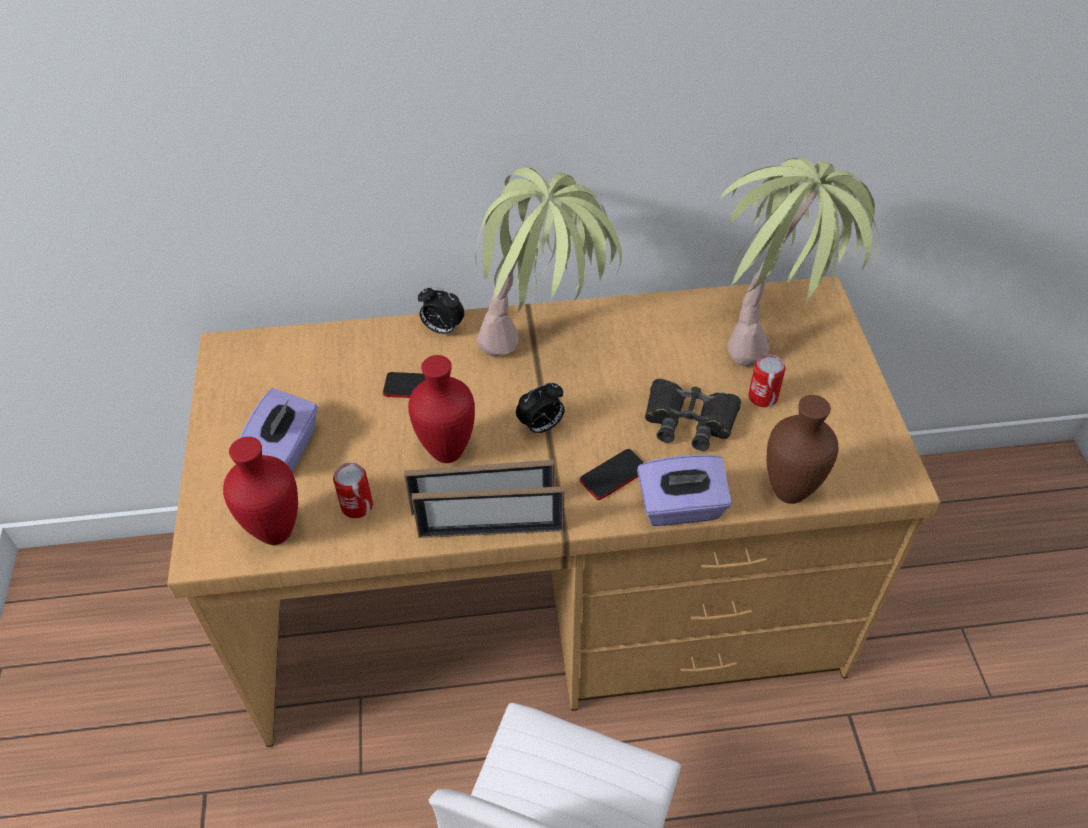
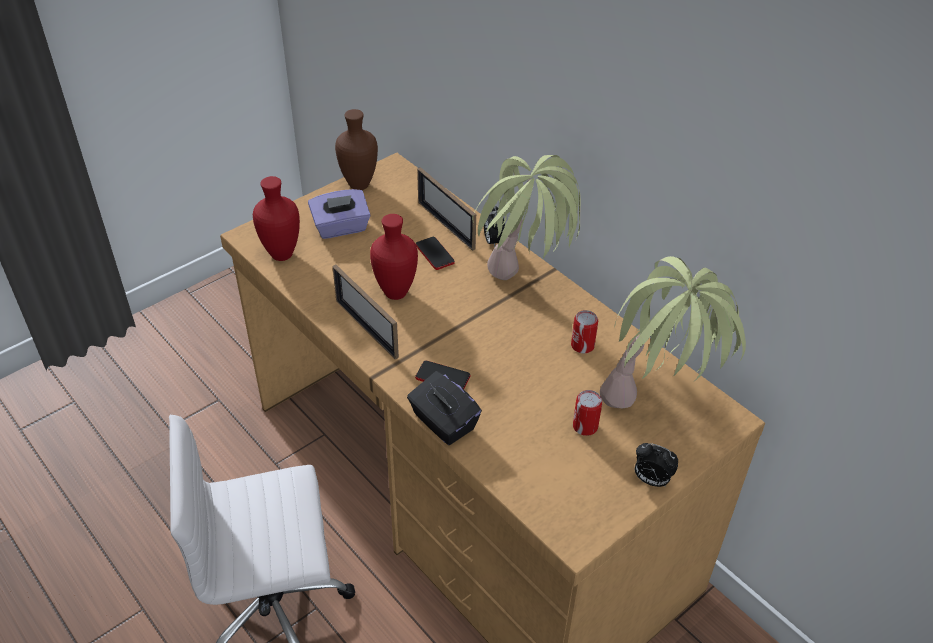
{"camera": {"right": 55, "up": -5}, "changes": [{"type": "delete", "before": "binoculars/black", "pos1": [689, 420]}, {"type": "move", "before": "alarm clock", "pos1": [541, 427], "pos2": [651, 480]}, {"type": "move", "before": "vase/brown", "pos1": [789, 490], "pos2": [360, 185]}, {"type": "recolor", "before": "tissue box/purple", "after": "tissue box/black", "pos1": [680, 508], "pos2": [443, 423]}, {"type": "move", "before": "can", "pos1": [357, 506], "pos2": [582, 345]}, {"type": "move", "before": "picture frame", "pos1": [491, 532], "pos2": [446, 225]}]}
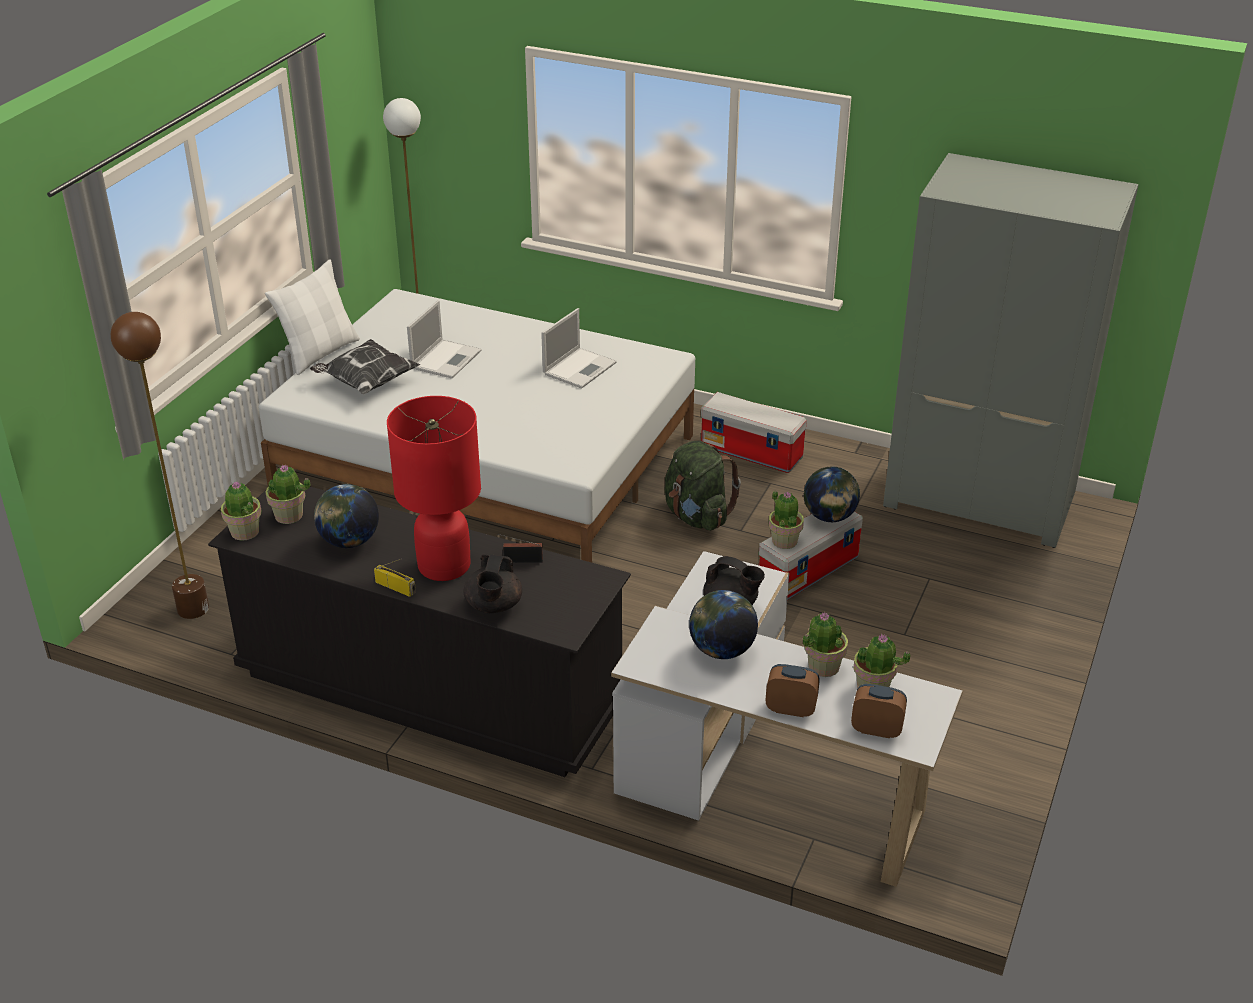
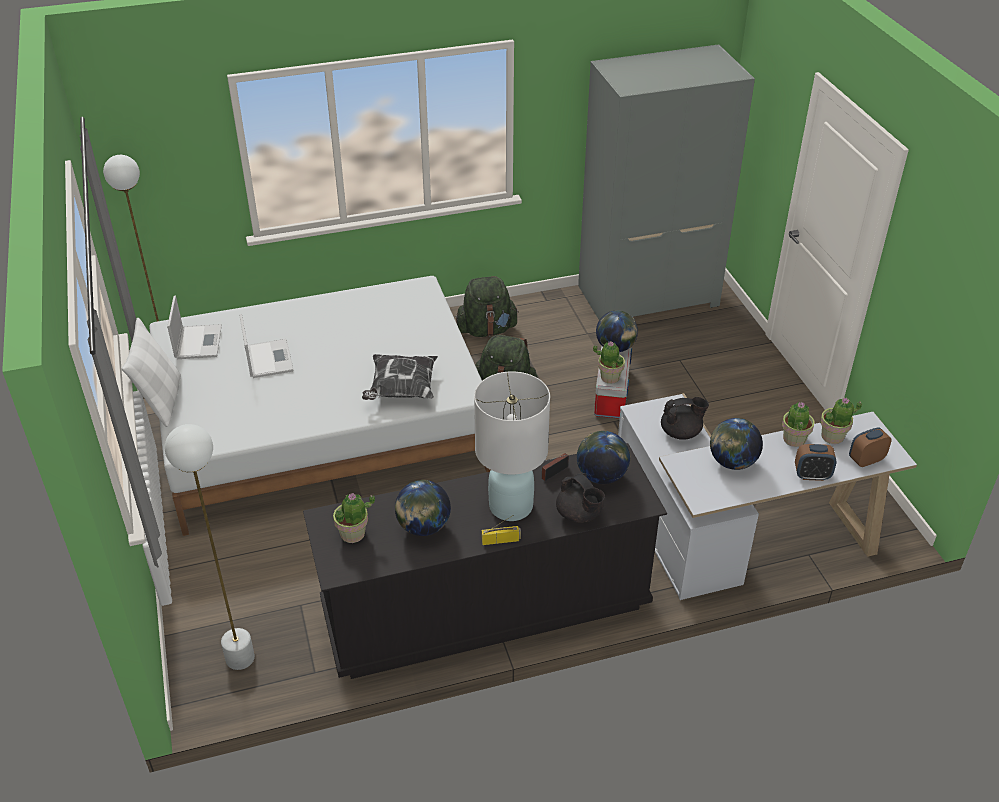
{"camera": {"right": -40, "up": 5}, "changes": [{"type": "move", "before": "laptop", "pos1": [580, 368], "pos2": [198, 341]}, {"type": "recolor", "before": "floor lamp/brown", "after": "floor lamp/white", "pos1": [193, 609], "pos2": [240, 658]}, {"type": "move", "before": "pillow", "pos1": [366, 382], "pos2": [401, 390]}, {"type": "replace", "before": "storage box", "after": "backpack/green", "pos1": [753, 452], "pos2": [487, 330]}, {"type": "recolor", "before": "table lamp/red", "after": "table lamp/white", "pos1": [443, 566], "pos2": [510, 506]}, {"type": "delete", "before": "potted plant", "pos1": [245, 532]}, {"type": "rotate", "before": "alarm clock", "pos1": [791, 708], "pos2": [812, 475], "turn": -150}, {"type": "insert", "after": "globe", "pos2": [601, 476]}]}
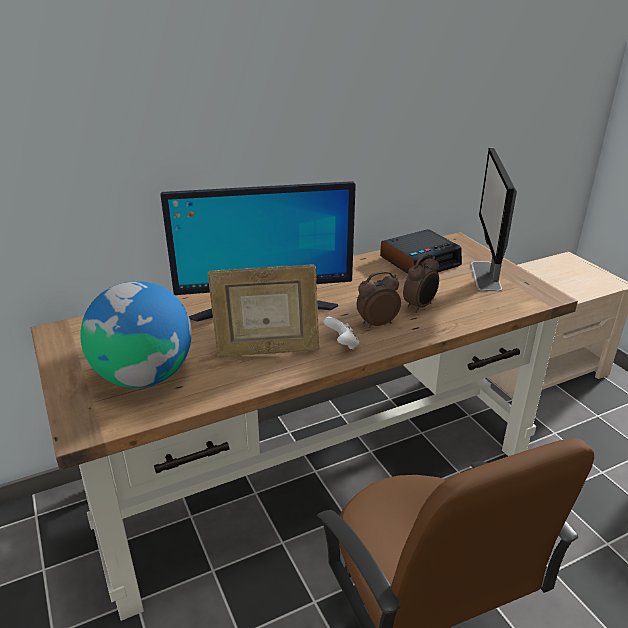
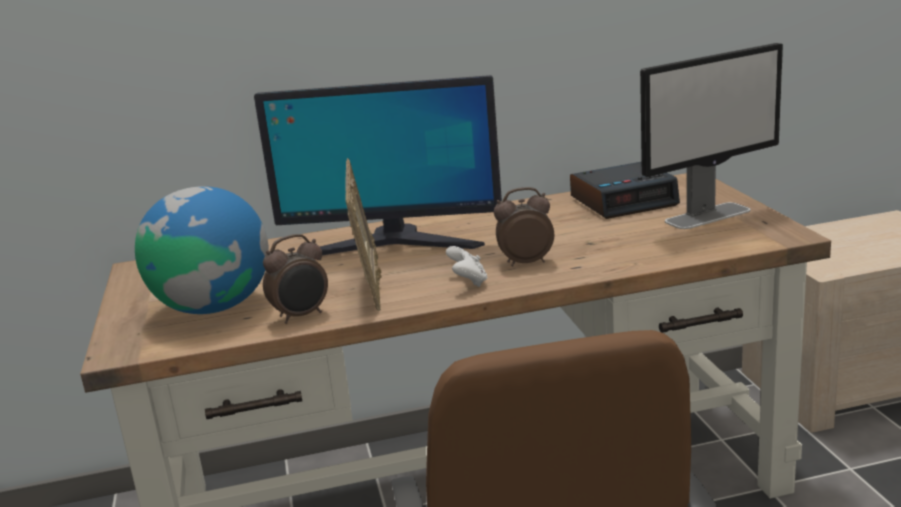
{"camera": {"right": 15, "up": -10}, "changes": [{"type": "rotate", "before": "monitor", "pos1": [486, 276], "pos2": [708, 215], "turn": -135}, {"type": "move", "before": "alarm clock", "pos1": [420, 306], "pos2": [301, 316]}, {"type": "rotate", "before": "picture frame", "pos1": [267, 351], "pos2": [370, 287], "turn": -105}]}
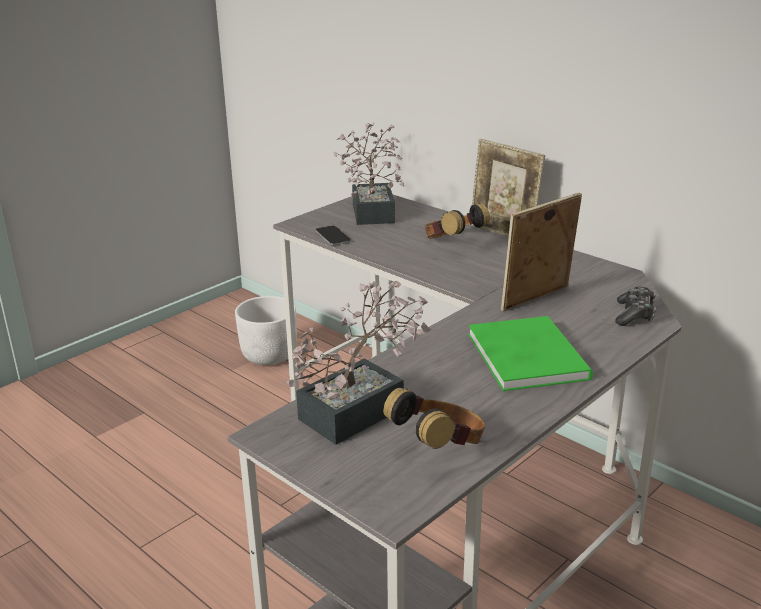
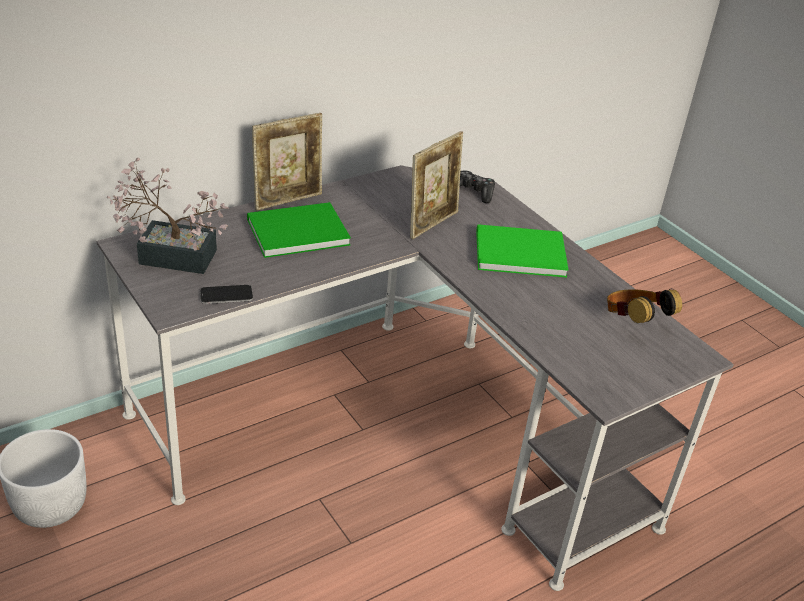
{"camera": {"right": -80, "up": 10}, "changes": [{"type": "rotate", "before": "picture frame", "pos1": [536, 300], "pos2": [432, 223], "turn": -120}, {"type": "replace", "before": "headphones", "after": "book/green", "pos1": [452, 244], "pos2": [294, 231]}, {"type": "delete", "before": "potted plant", "pos1": [361, 409]}]}
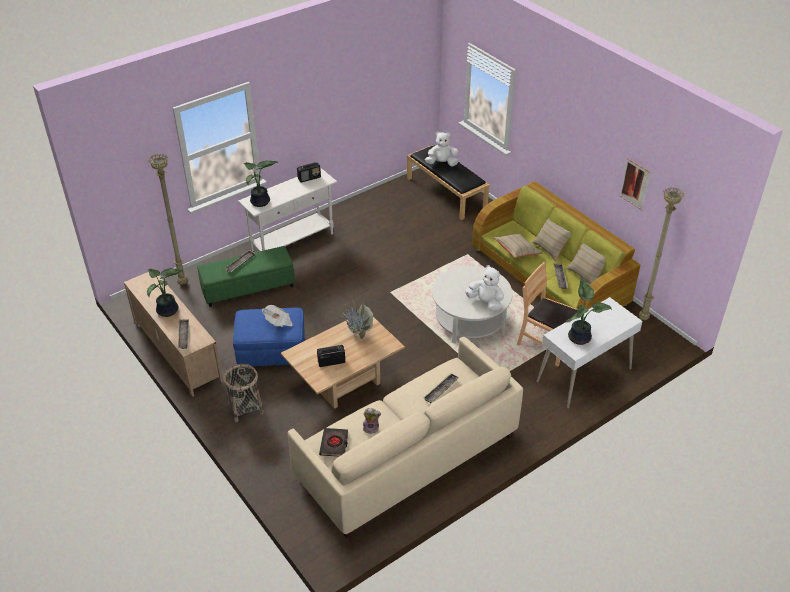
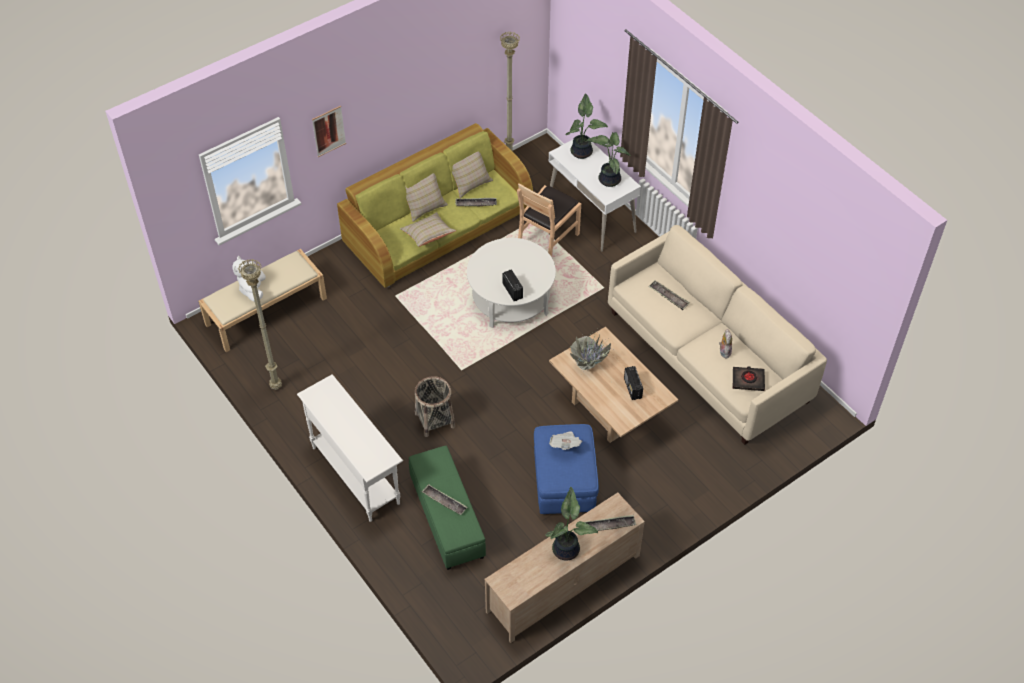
{"camera": {"right": -90, "up": 10}, "changes": [{"type": "recolor", "before": "bench/black", "after": "bench/beige", "pos1": [447, 193], "pos2": [266, 310]}, {"type": "move", "before": "floor lamp/beige", "pos1": [183, 282], "pos2": [275, 386]}, {"type": "move", "before": "picture", "pos1": [635, 184], "pos2": [329, 131]}, {"type": "move", "before": "potted plant", "pos1": [261, 202], "pos2": [582, 151]}, {"type": "move", "before": "radio", "pos1": [309, 178], "pos2": [512, 290]}, {"type": "delete", "before": "plush toy/white", "pos1": [485, 302]}, {"type": "move", "before": "basket", "pos1": [245, 407], "pos2": [434, 420]}]}
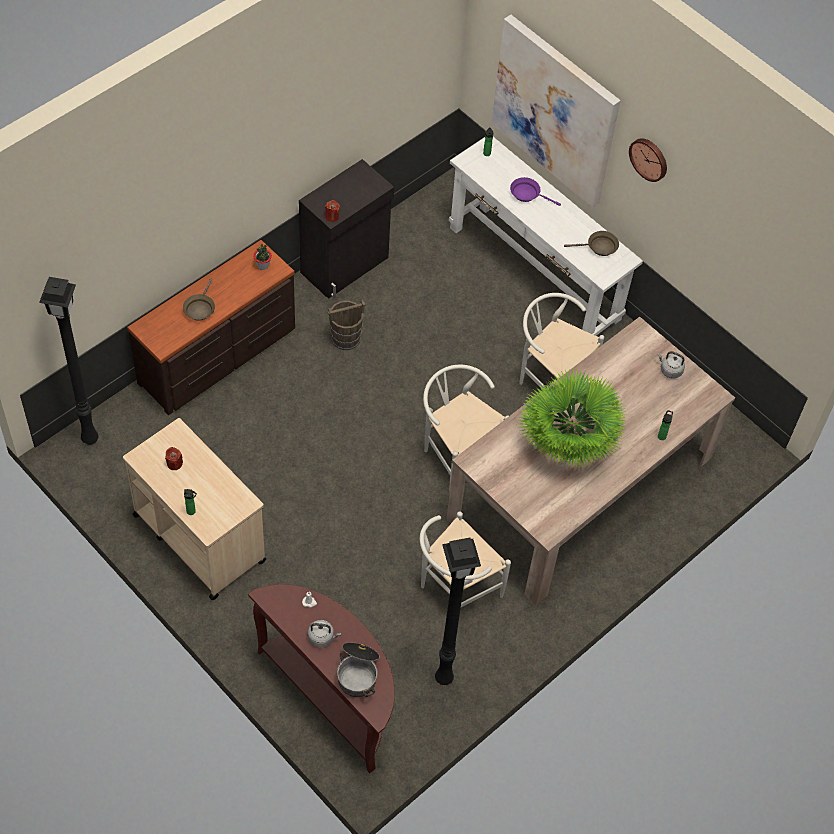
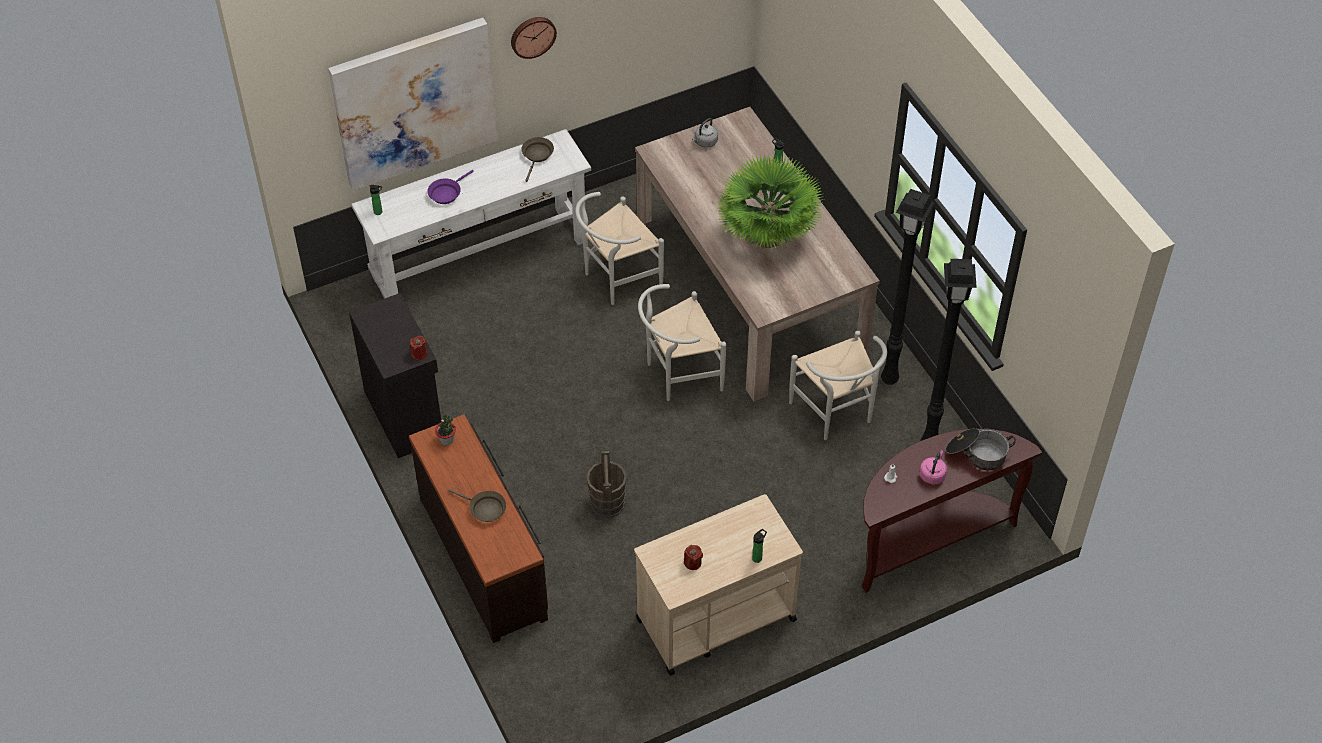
{"camera": {"right": -70, "up": -5}, "changes": [{"type": "move", "before": "floor lamp/black", "pos1": [91, 438], "pos2": [889, 378]}, {"type": "move", "before": "bucket/brown", "pos1": [345, 338], "pos2": [607, 504]}, {"type": "recolor", "before": "kettle/grey", "after": "kettle/pink", "pos1": [322, 637], "pos2": [932, 474]}]}
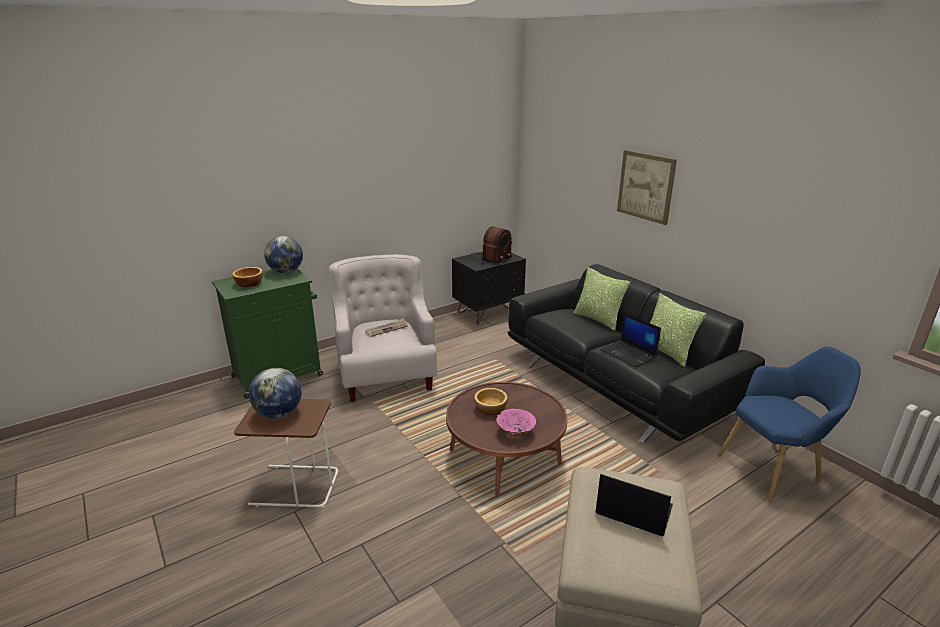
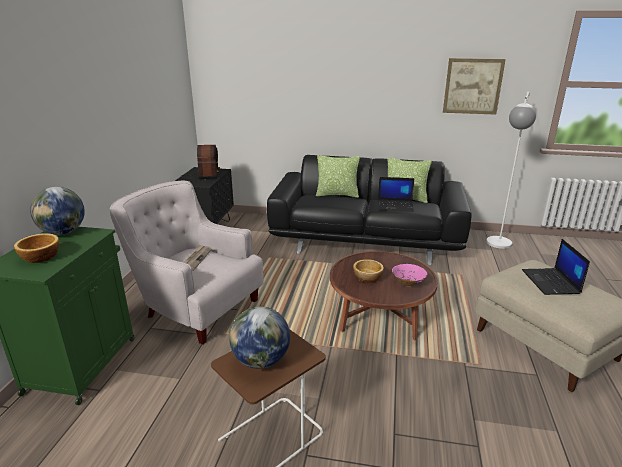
{"camera": {"right": -45, "up": 0}, "changes": [{"type": "move", "before": "picture", "pos1": [645, 186], "pos2": [472, 86]}, {"type": "replace", "before": "armchair/blue", "after": "floor lamp/white", "pos1": [775, 469], "pos2": [498, 246]}, {"type": "rotate", "before": "laptop", "pos1": [632, 510], "pos2": [551, 282], "turn": -75}]}
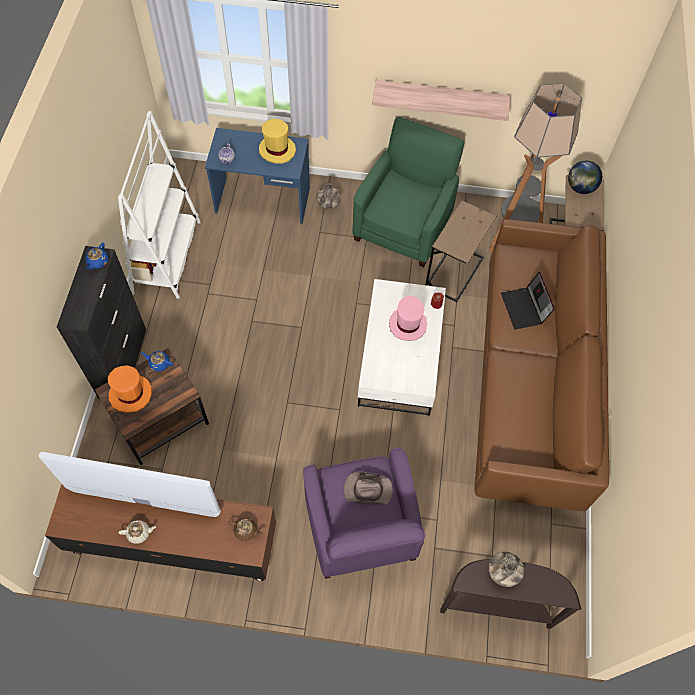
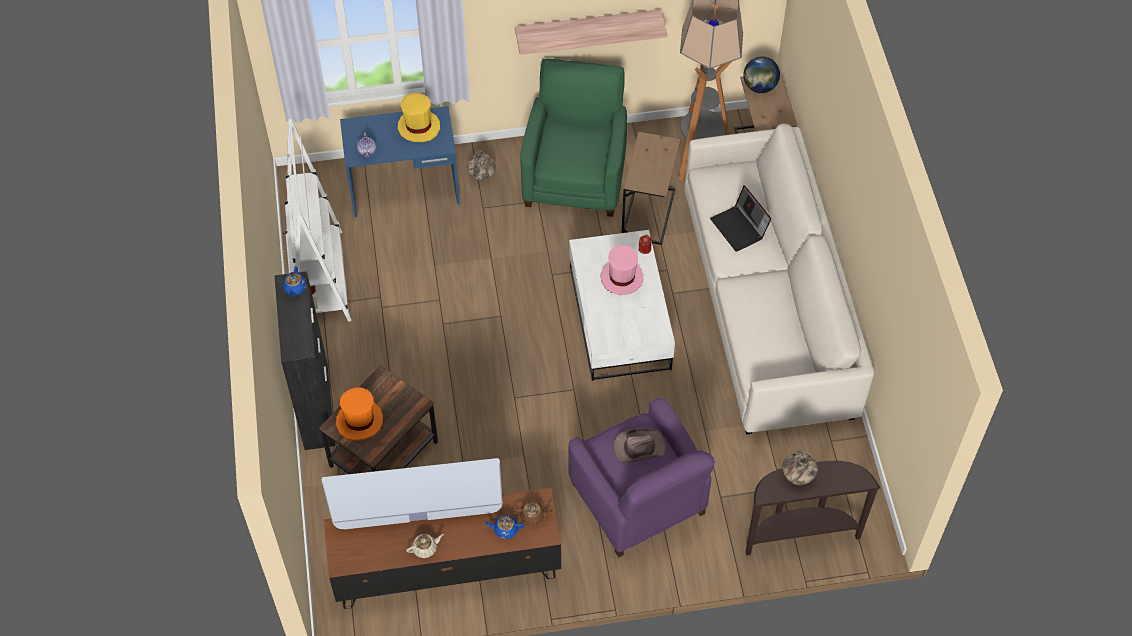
{"camera": {"right": -15, "up": -5}, "changes": [{"type": "recolor", "before": "sofa/brown", "after": "sofa/white", "pos1": [531, 381], "pos2": [768, 306]}, {"type": "move", "before": "teapot/blue", "pos1": [159, 363], "pos2": [505, 529]}]}
